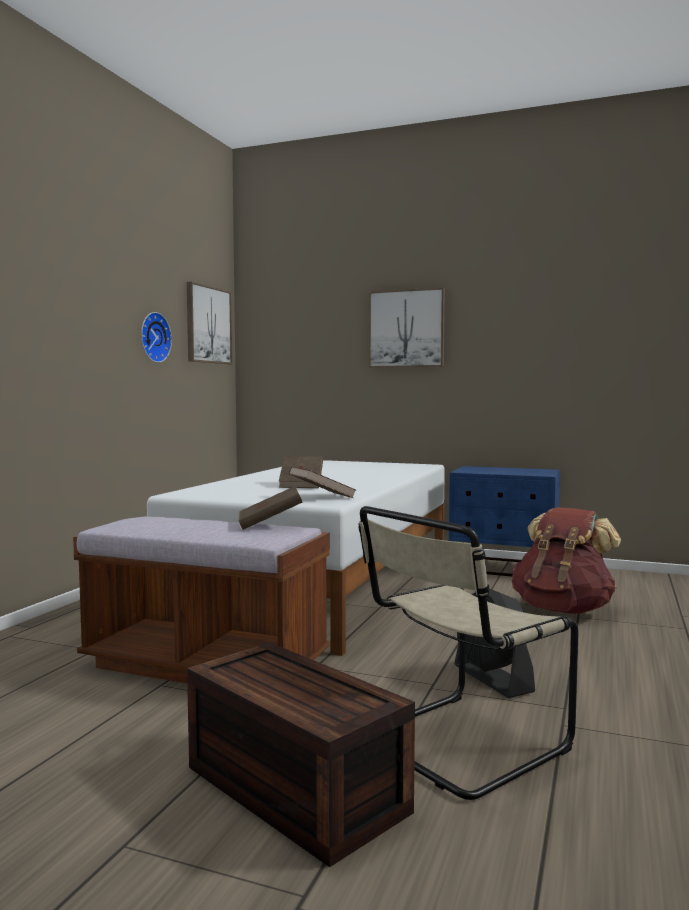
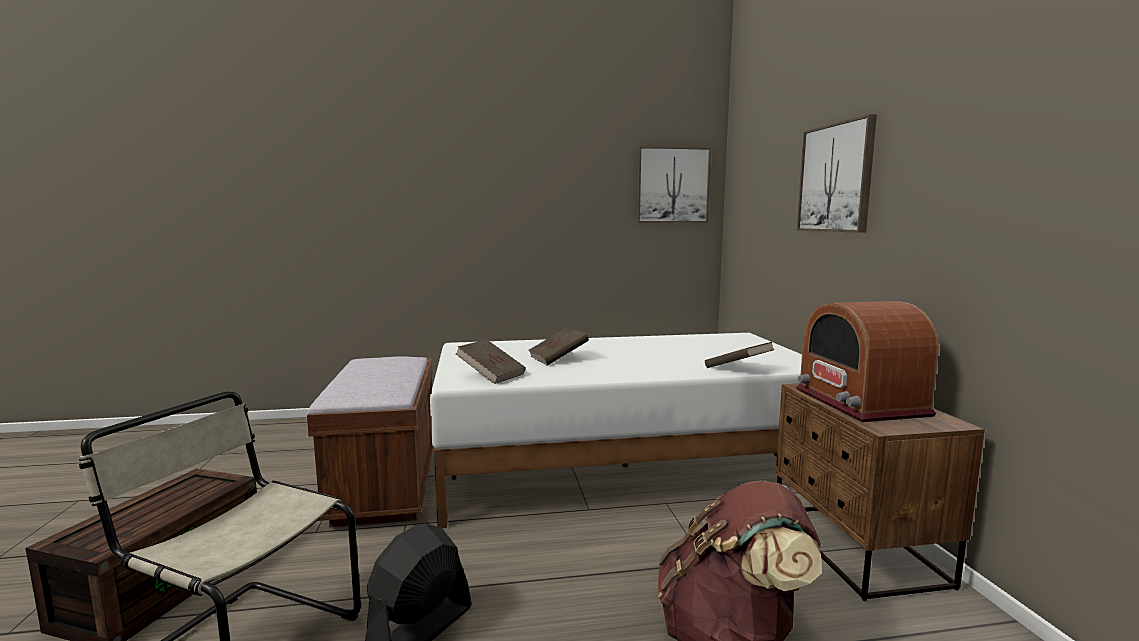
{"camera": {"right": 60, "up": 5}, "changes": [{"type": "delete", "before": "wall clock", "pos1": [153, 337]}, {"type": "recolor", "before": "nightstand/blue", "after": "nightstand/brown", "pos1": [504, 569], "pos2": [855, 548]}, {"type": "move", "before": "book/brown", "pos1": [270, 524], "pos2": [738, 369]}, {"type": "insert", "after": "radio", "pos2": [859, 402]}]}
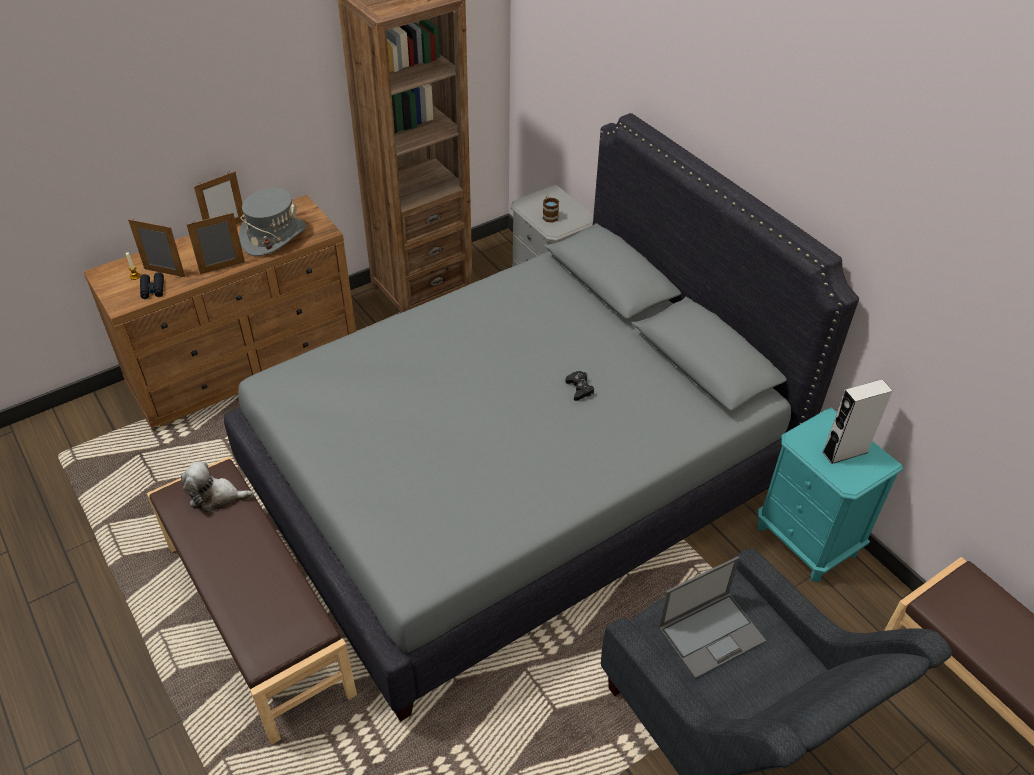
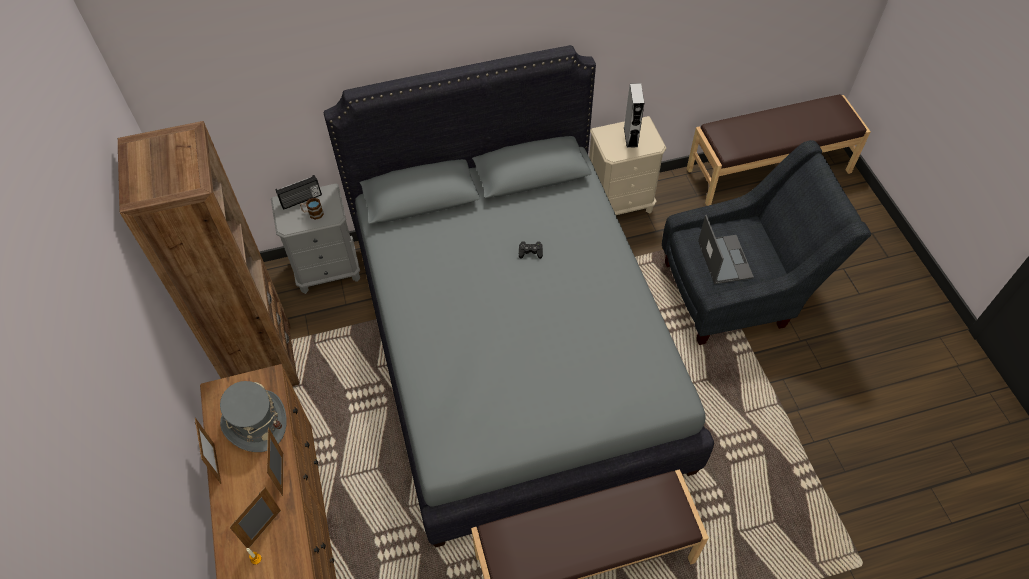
{"camera": {"right": -70, "up": 10}, "changes": [{"type": "delete", "before": "binoculars/black", "pos1": [153, 289]}, {"type": "recolor", "before": "nightstand/turquoise", "after": "nightstand/beige", "pos1": [807, 540], "pos2": [620, 203]}, {"type": "delete", "before": "plush toy", "pos1": [216, 497]}, {"type": "insert", "after": "radio", "pos2": [301, 200]}]}
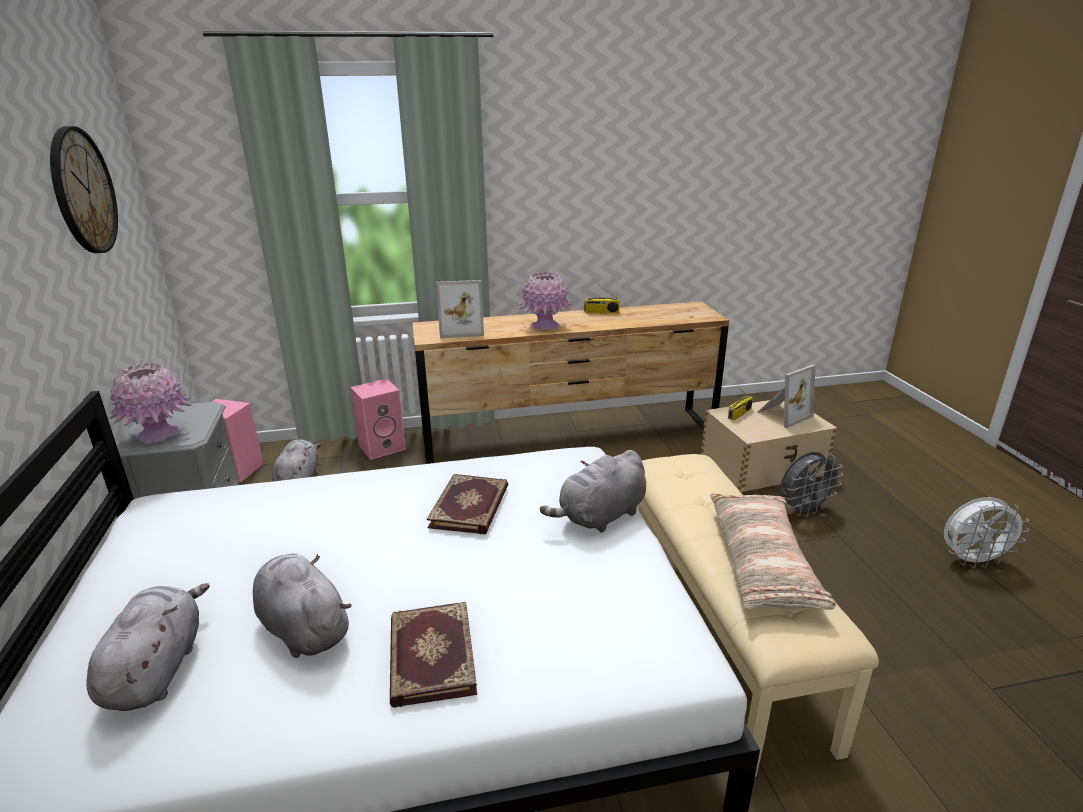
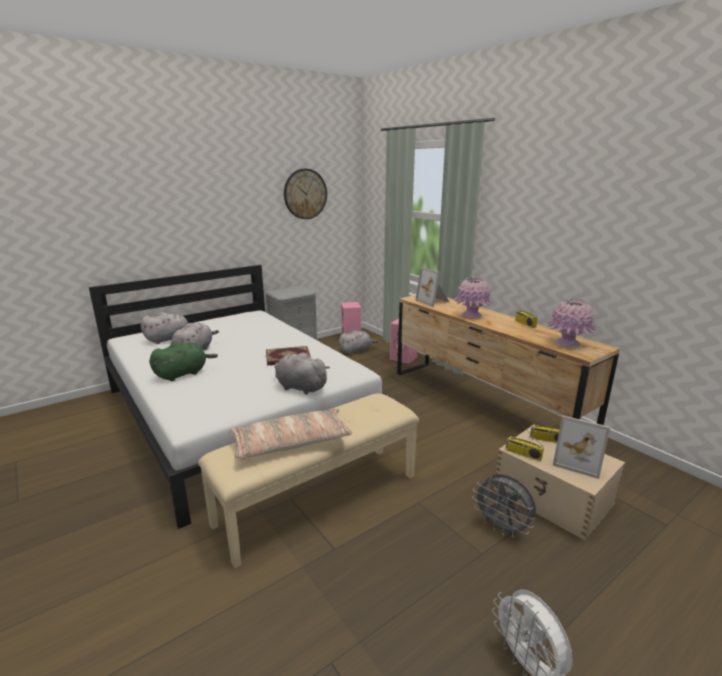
{"camera": {"right": 65, "up": -5}, "changes": [{"type": "move", "before": "vase/pink", "pos1": [158, 434], "pos2": [567, 343]}, {"type": "replace", "before": "book", "after": "plush toy/green", "pos1": [430, 656], "pos2": [183, 374]}, {"type": "insert", "after": "radio", "pos2": [523, 454]}]}
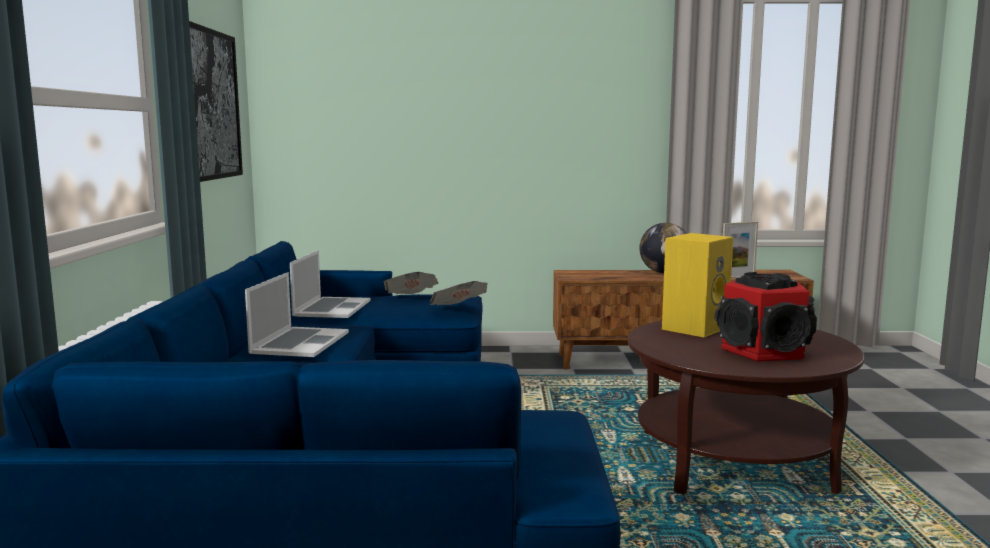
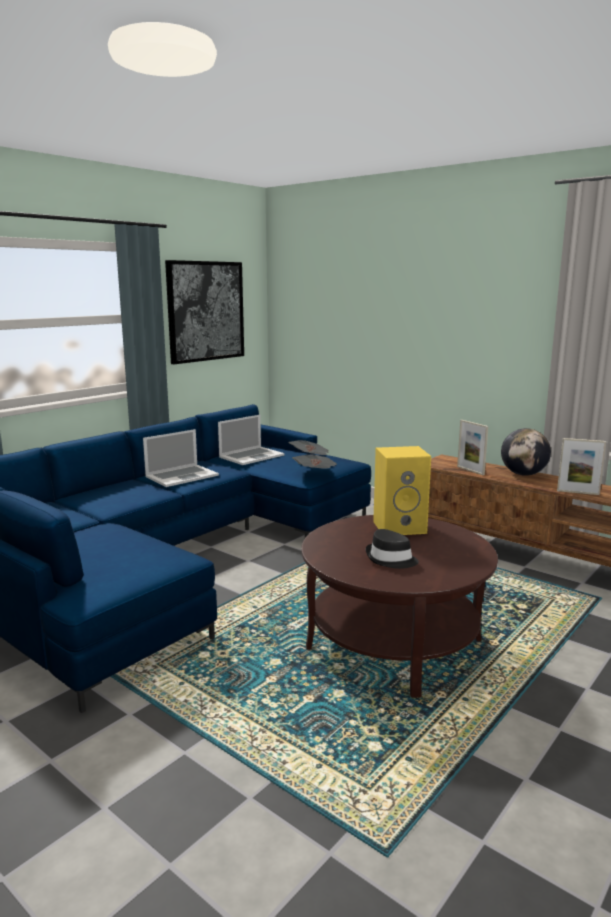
{"camera": {"right": 40, "up": 5}, "changes": [{"type": "replace", "before": "speaker", "after": "hat/black", "pos1": [765, 351], "pos2": [391, 559]}, {"type": "insert", "after": "picture frame", "pos2": [470, 470]}]}
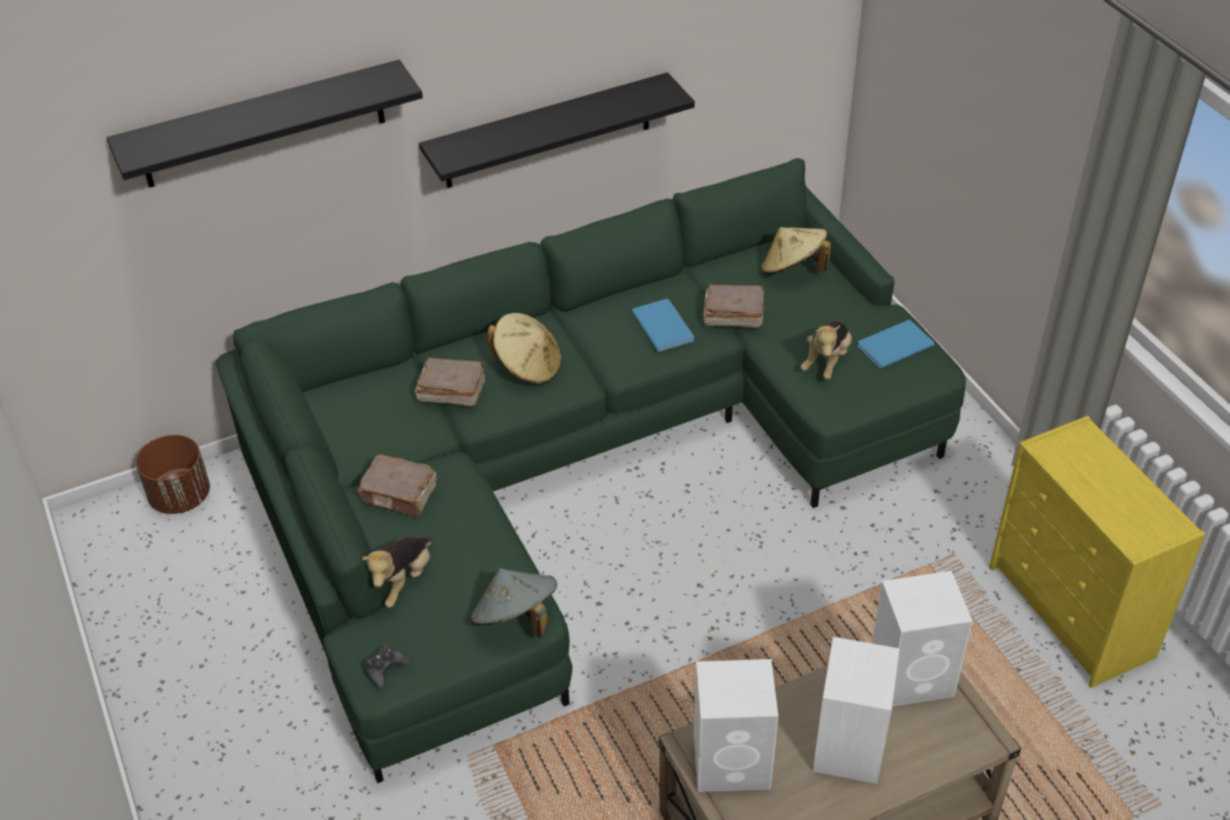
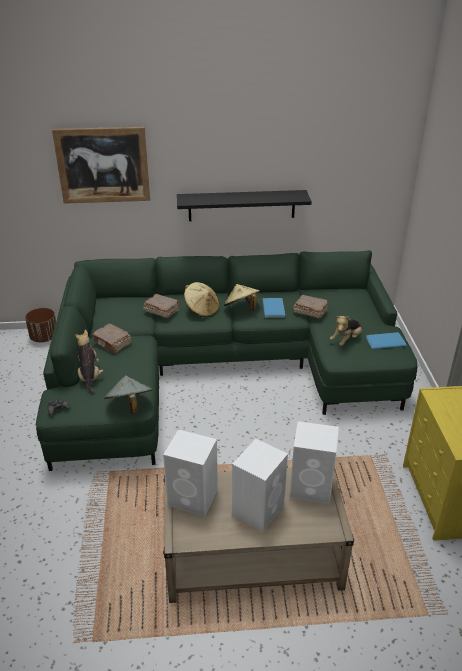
{"camera": {"right": 20, "up": -10}, "changes": [{"type": "replace", "before": "shelf/black", "after": "picture", "pos1": [263, 125], "pos2": [103, 165]}, {"type": "move", "before": "hat/beige", "pos1": [793, 270], "pos2": [241, 308]}, {"type": "rotate", "before": "plush toy", "pos1": [402, 581], "pos2": [90, 376], "turn": 120}]}
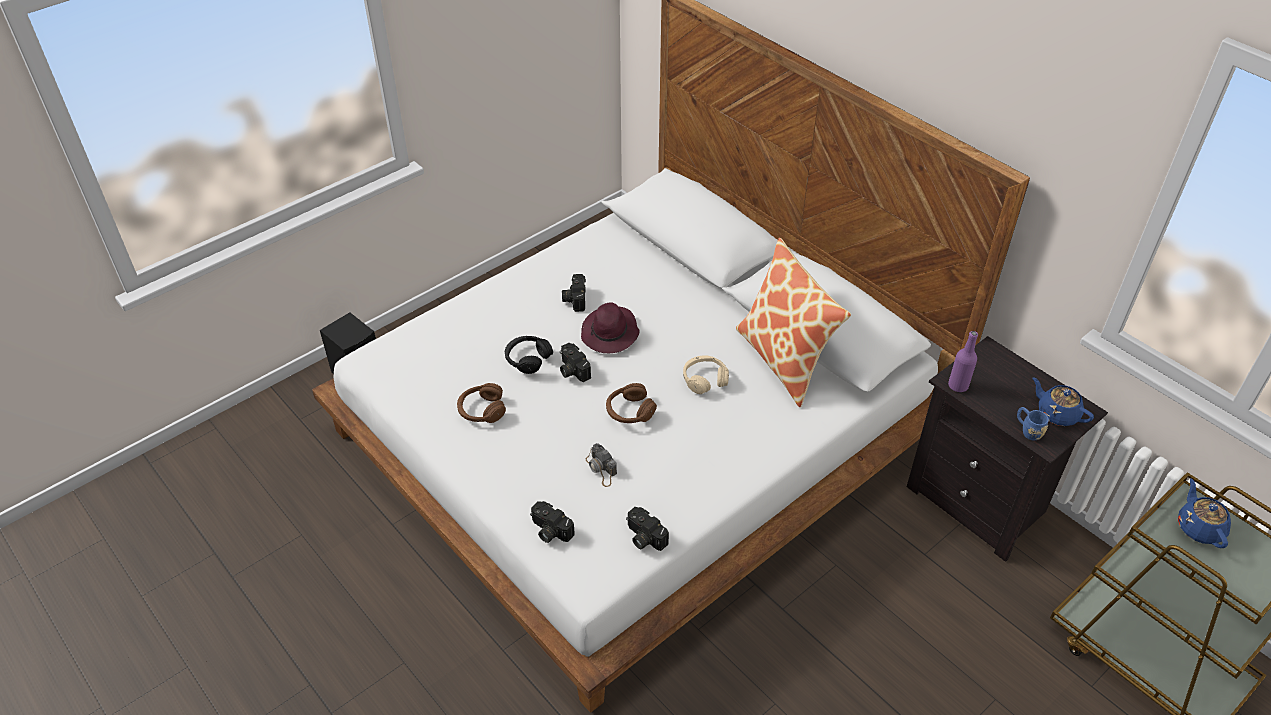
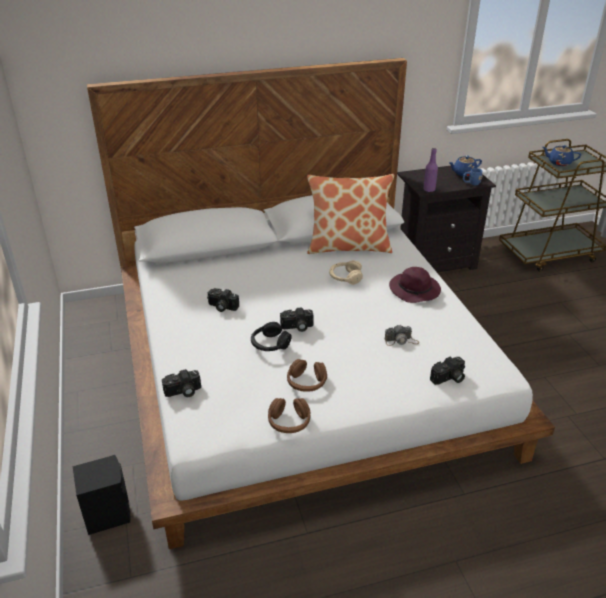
{"camera": {"right": -65, "up": -10}, "changes": [{"type": "move", "before": "hat/purple", "pos1": [610, 334], "pos2": [415, 290]}, {"type": "move", "before": "headphones/brown", "pos1": [629, 411], "pos2": [289, 422]}, {"type": "move", "before": "photo camera", "pos1": [643, 537], "pos2": [183, 392]}]}
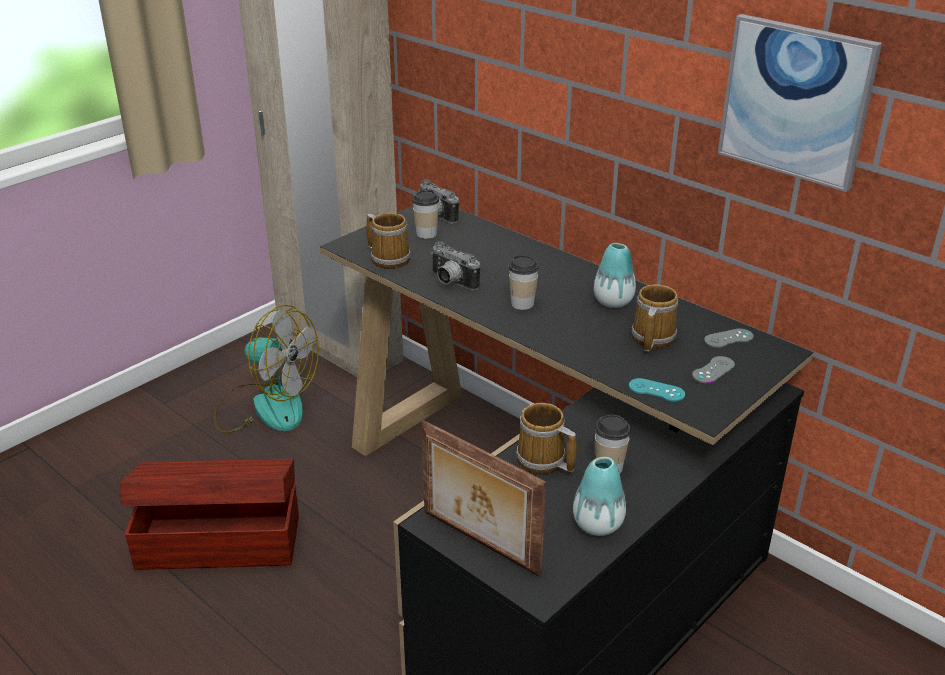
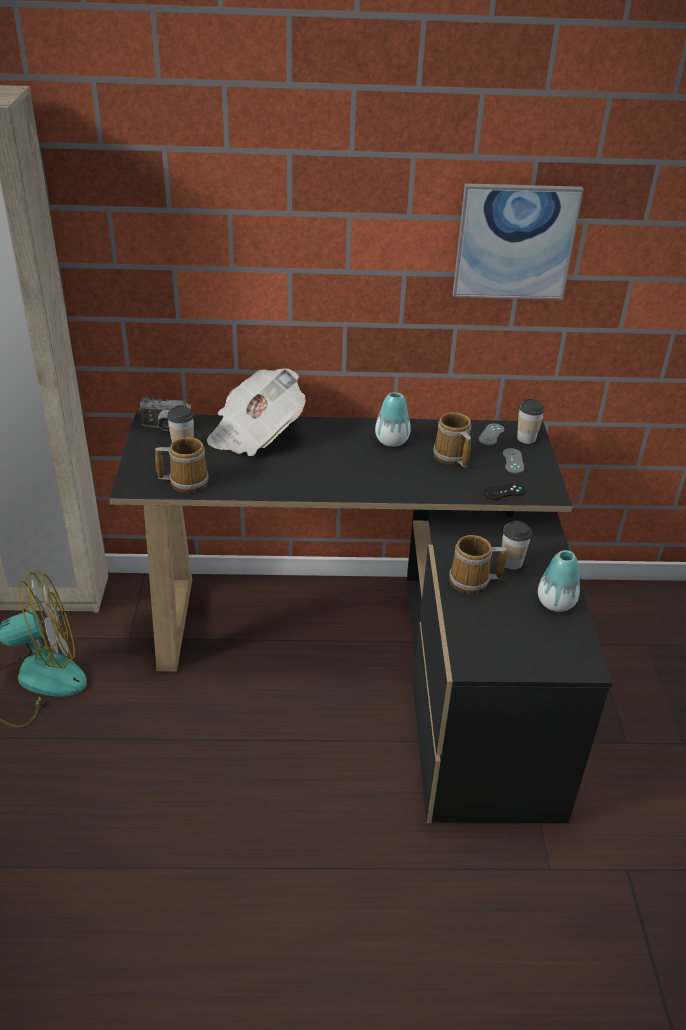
{"camera": {"right": -45, "up": 5}, "changes": [{"type": "delete", "before": "photo camera", "pos1": [451, 283]}, {"type": "move", "before": "cup", "pos1": [522, 304], "pos2": [526, 438]}, {"type": "recolor", "before": "game controller/turquoise", "after": "game controller/black", "pos1": [656, 390], "pos2": [504, 492]}, {"type": "delete", "before": "picture frame", "pos1": [479, 544]}, {"type": "delete", "before": "storage box/brown", "pos1": [218, 540]}, {"type": "insert", "after": "newspaper", "pos2": [255, 434]}]}
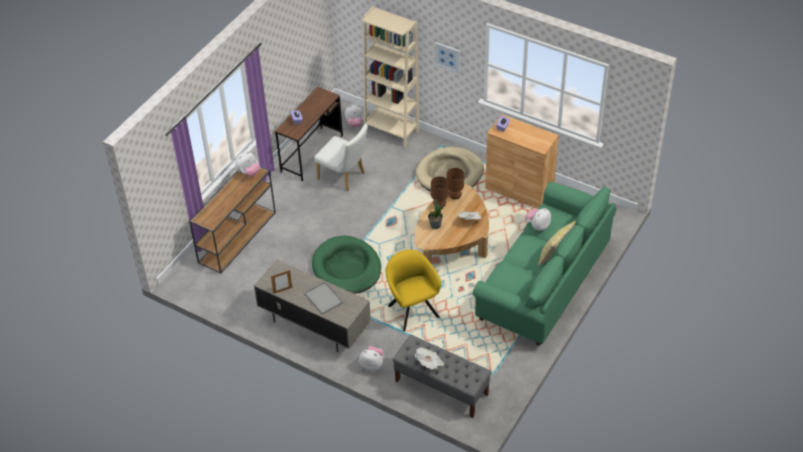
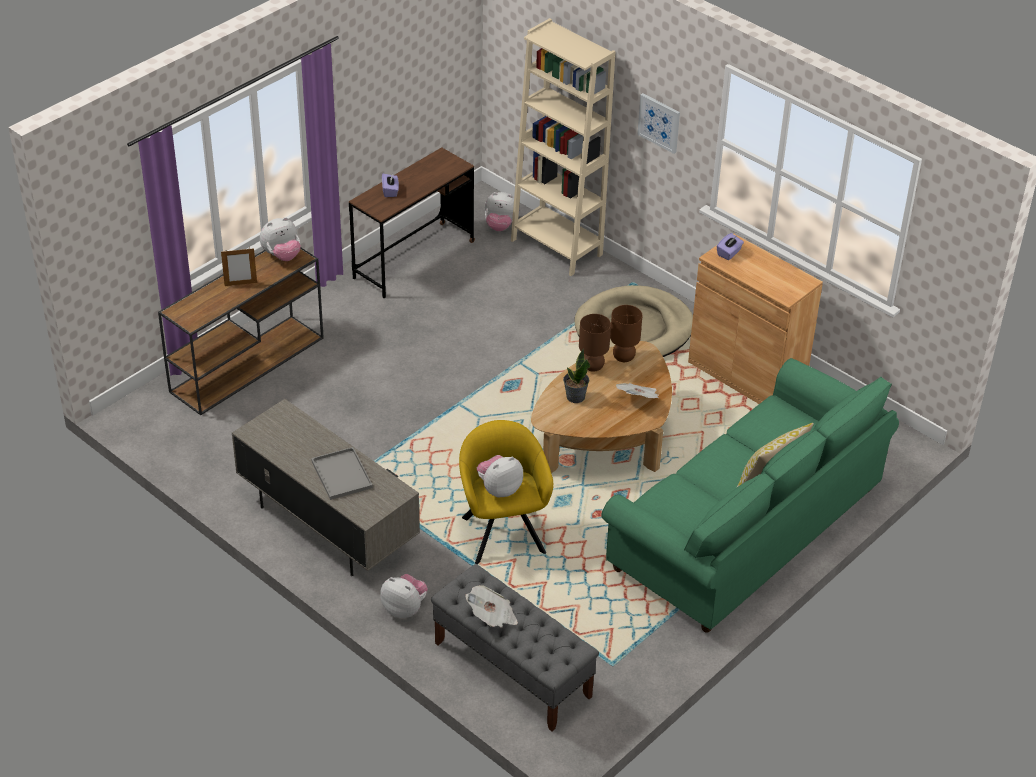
{"camera": {"right": 10, "up": -5}, "changes": [{"type": "delete", "before": "chair/white", "pos1": [344, 177]}, {"type": "move", "before": "plush toy", "pos1": [537, 226], "pos2": [499, 489]}, {"type": "delete", "before": "dog bed/green", "pos1": [347, 268]}, {"type": "move", "before": "picture frame", "pos1": [282, 290], "pos2": [240, 284]}]}
